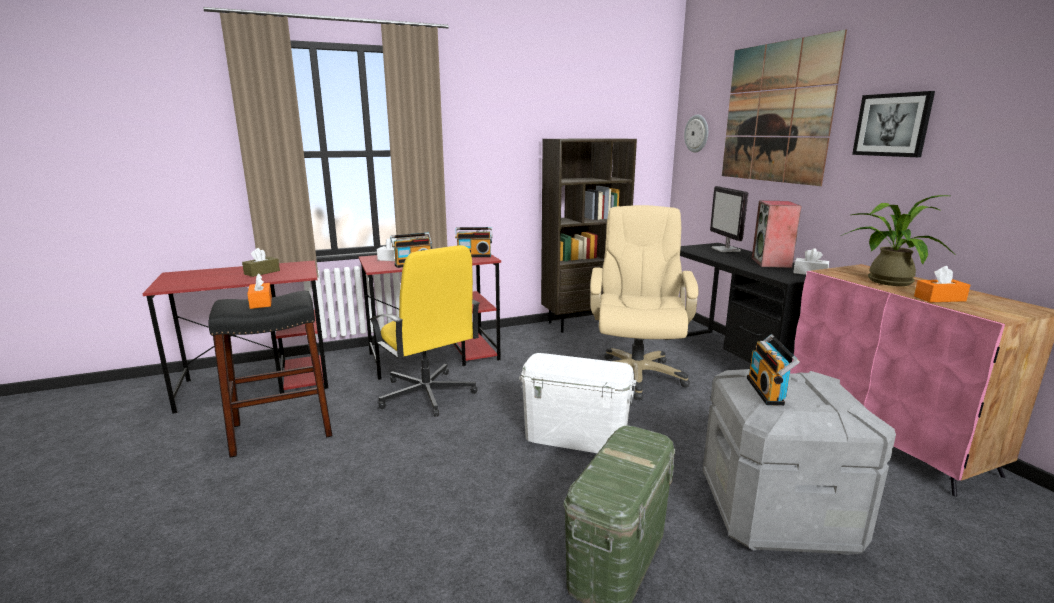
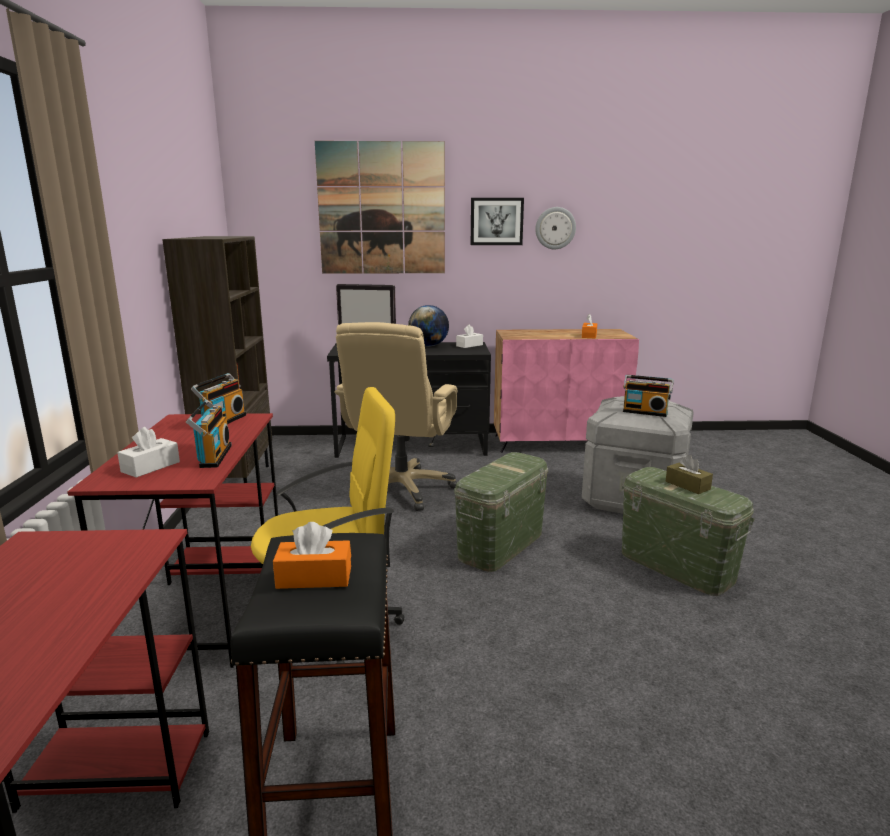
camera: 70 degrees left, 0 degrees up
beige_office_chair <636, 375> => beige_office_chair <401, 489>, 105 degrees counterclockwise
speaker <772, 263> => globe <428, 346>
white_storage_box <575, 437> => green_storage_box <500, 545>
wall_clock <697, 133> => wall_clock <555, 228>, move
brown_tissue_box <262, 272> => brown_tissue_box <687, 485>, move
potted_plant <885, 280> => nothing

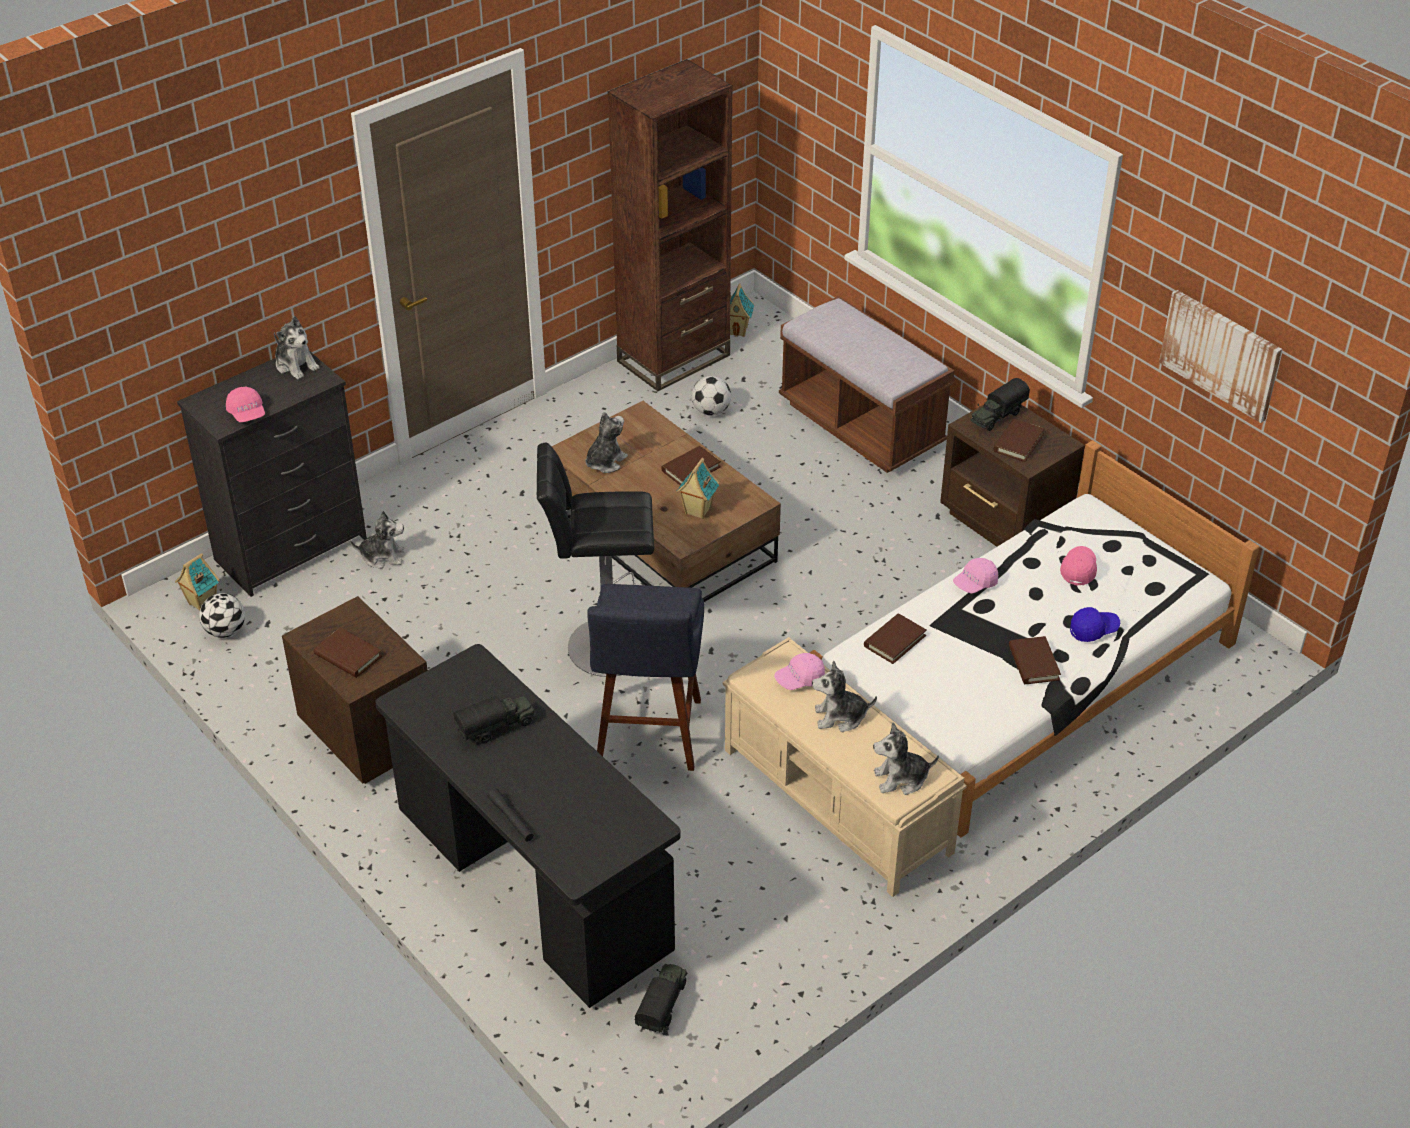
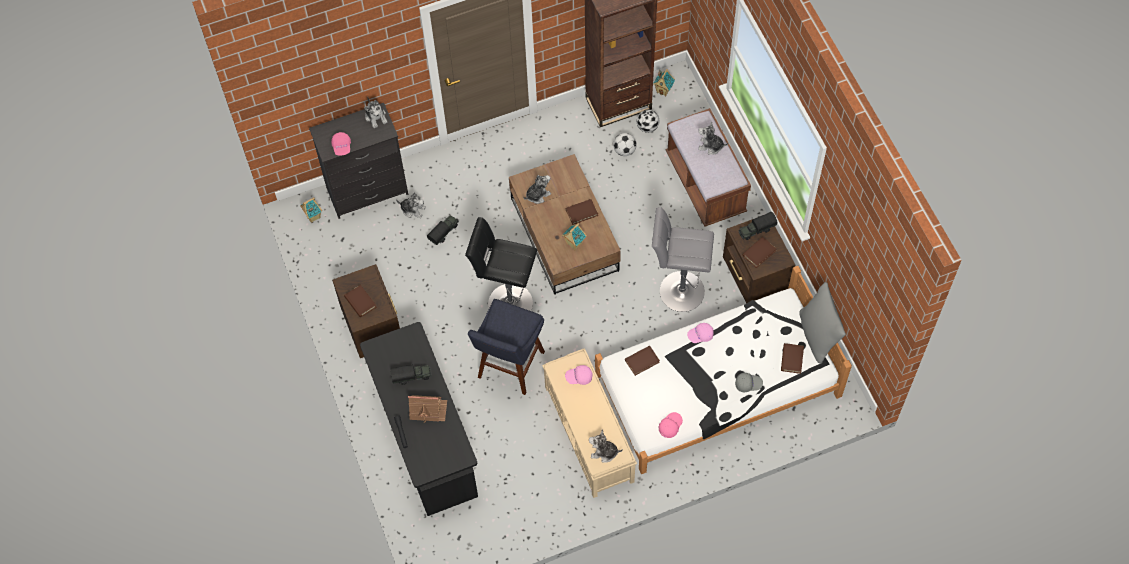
camera: 20 degrees right, 20 degrees up
nothing => toy_house <428, 409>
toy_truck <663, 1005> => toy_truck <444, 232>, move
football <225, 631> => football <647, 127>, move
nothing => grey_stool <678, 291>
pink_cap <1078, 570> => pink_cap <670, 426>, move
plush_toy <840, 717> => plush_toy <711, 146>, move
blue_cap <1093, 630> => grey_cap <748, 384>
brown_book <1033, 663> => brown_book <792, 359>, move
nothing => grey_pillow <818, 336>
picture <1221, 354> => nothing

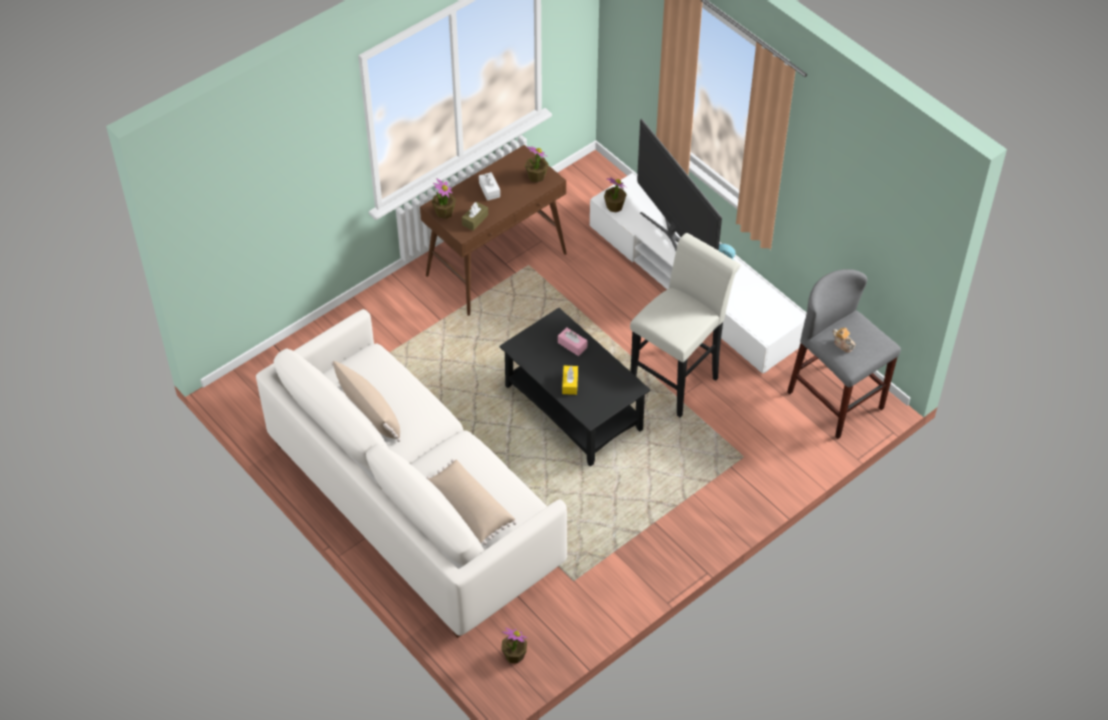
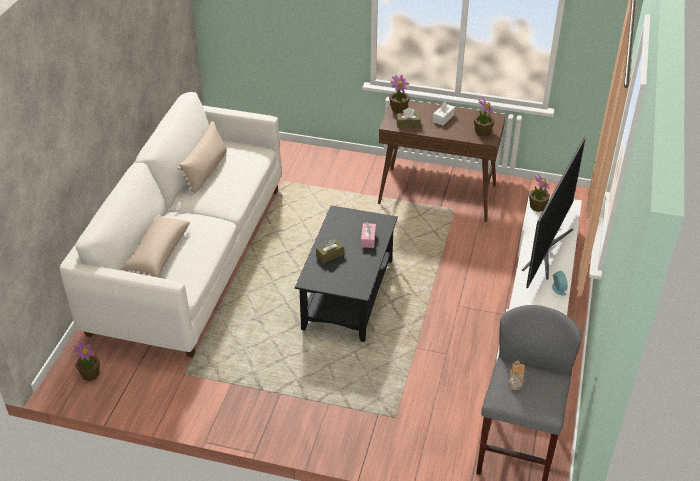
camera: 55 degrees right, 10 degrees down
yellow_tissue_box <570, 383> => brown_tissue_box <330, 255>
white_stool <678, 378> => nothing

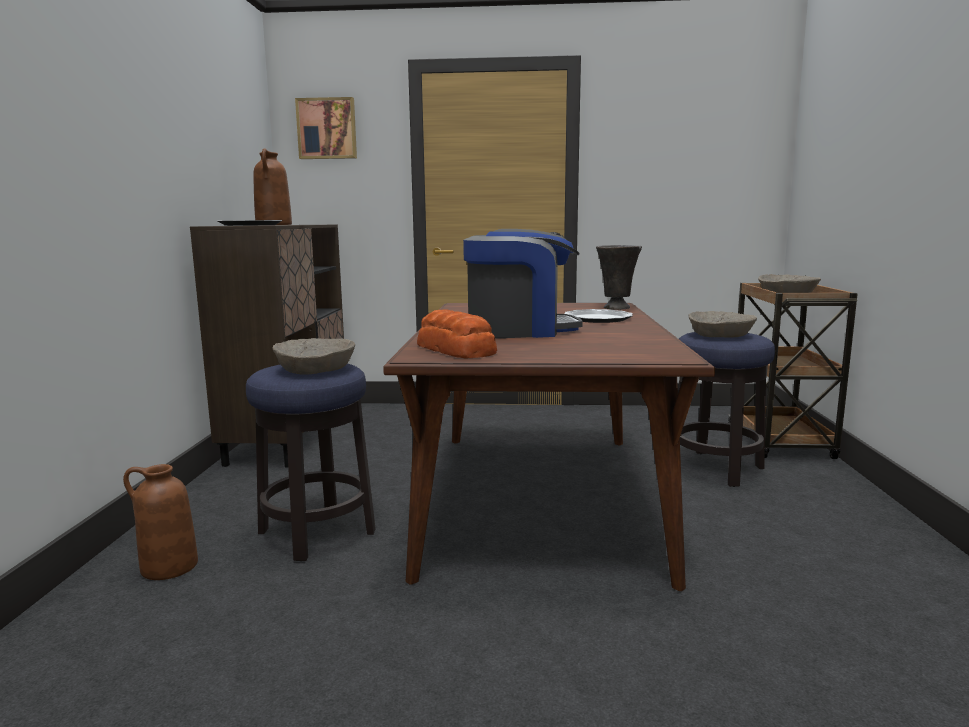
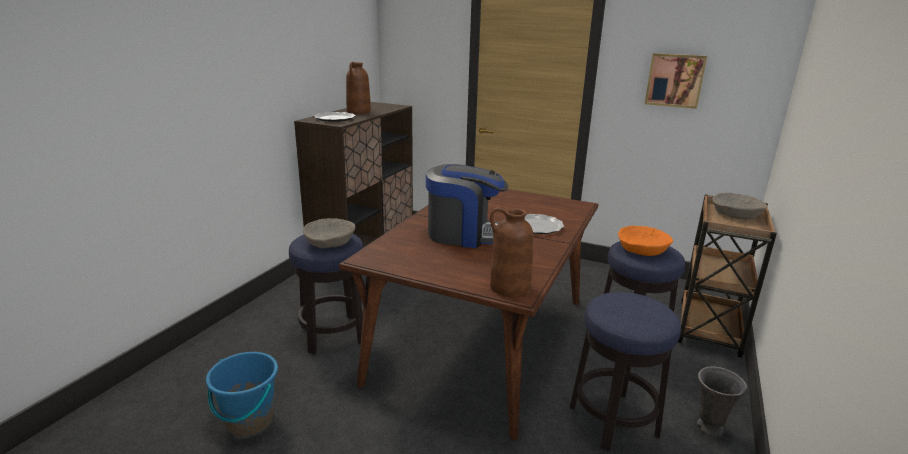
camera: 20 degrees right, 10 degrees up
nothing => blue_bucket <249, 421>
brown_vase <168, 567> => brown_vase <509, 287>, move
nothing => stool <613, 421>
beige_bowl <721, 335> => orange_bowl <643, 249>
picture <327, 129> => picture <675, 80>, move
grey_vase <616, 308> => grey_vase <709, 428>, move
bread <456, 350> => nothing

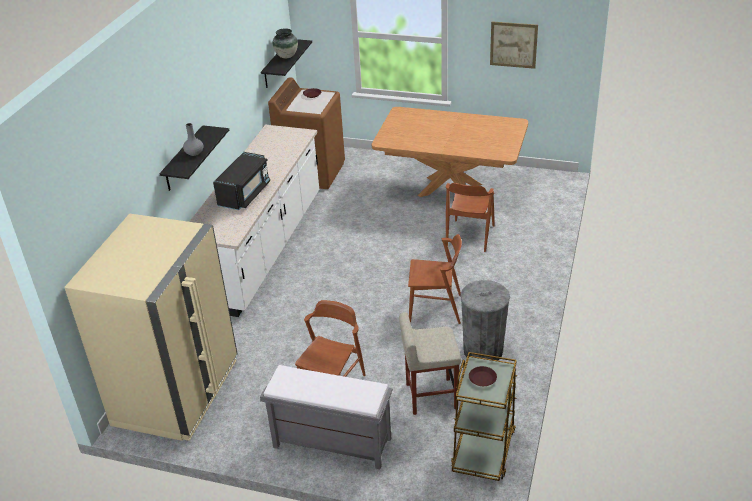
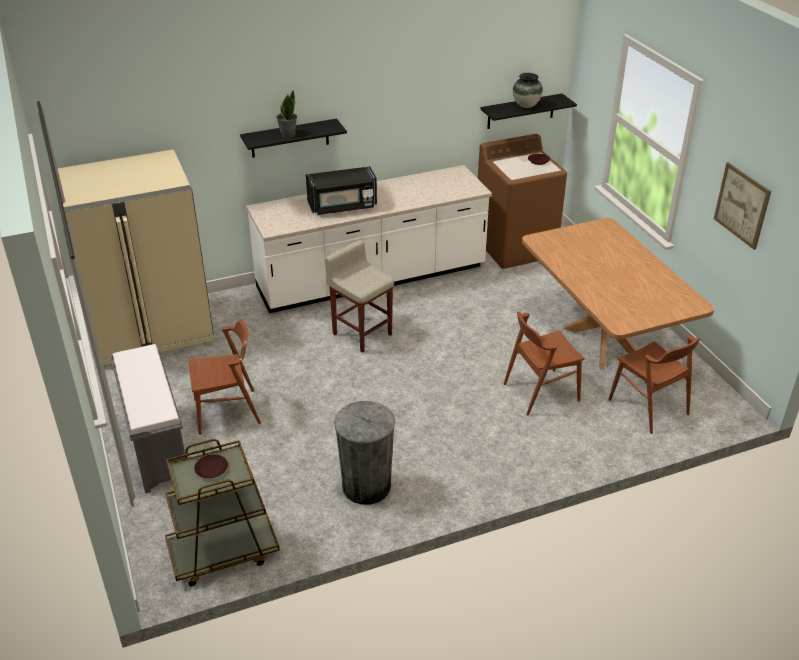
camera: 50 degrees right, 0 degrees up
grey_vase <194, 153> => potted_plant <287, 134>
beige_stool <430, 396> => beige_stool <361, 334>, move
brown_chair <435, 308> => brown_chair <648, 407>, move

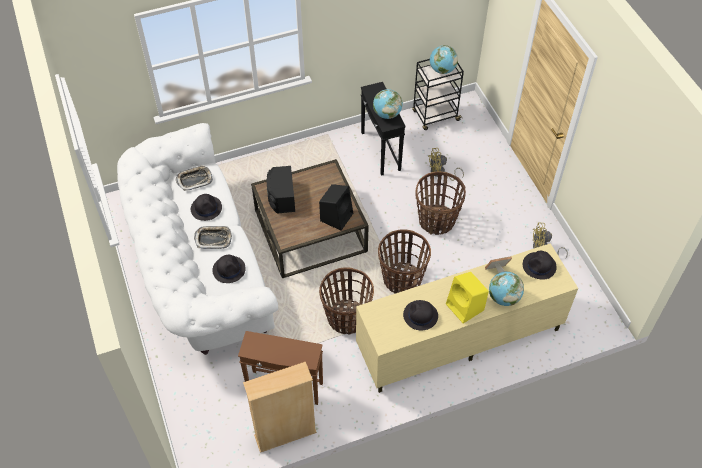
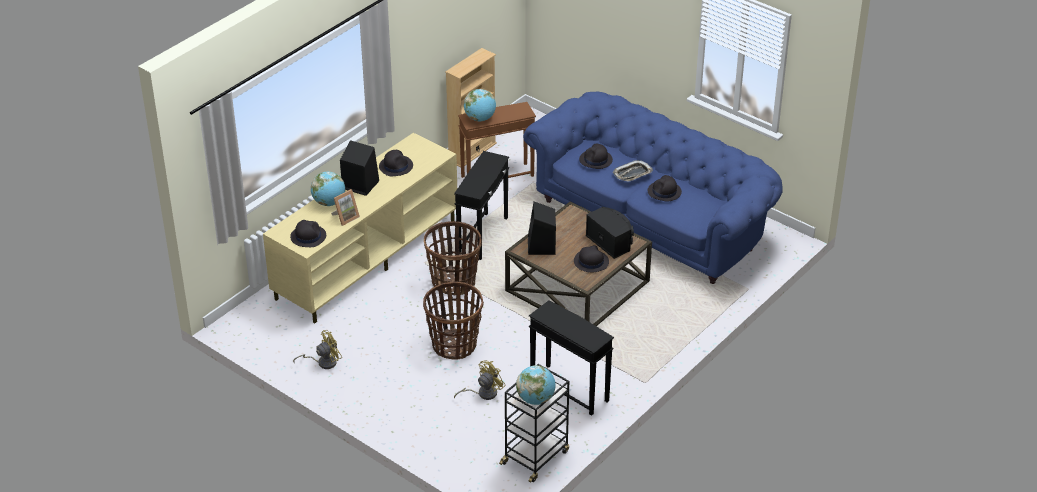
camera: 150 degrees right, 15 degrees down
yellow_speaker <465, 307> => black_speaker <359, 184>
basket <346, 317> => black_side_table <483, 236>
globe <387, 114> => globe <480, 118>, move
white_sofa <199, 267> => blue_sofa <653, 220>
nothing => black_hat <591, 261>
tray <194, 180> => nothing

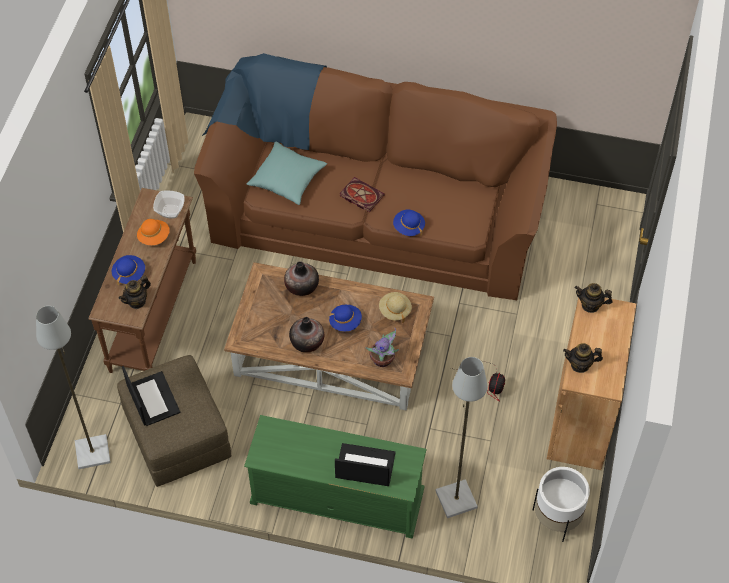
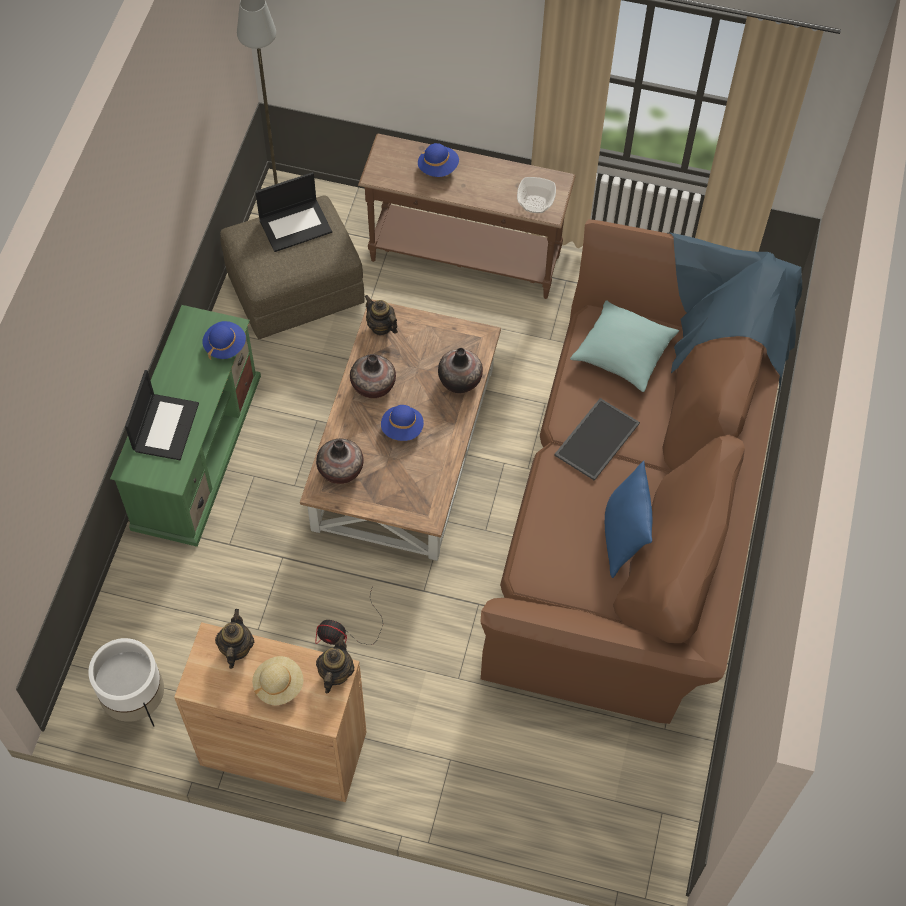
camera: 90 degrees right, 5 degrees up
blue_hat <408, 227> => blue_hat <225, 346>, move
beige_hat <395, 310> => beige_hat <278, 685>, move
potted_plant <383, 360> => vase <340, 470>
teapot <137, 301> => teapot <381, 326>, move
book <360, 195> => tray <596, 438>
nothing => blue_pillow <623, 538>
orange_hat <154, 237> => nothing
grey_floor_lamp <456, 500> => nothing

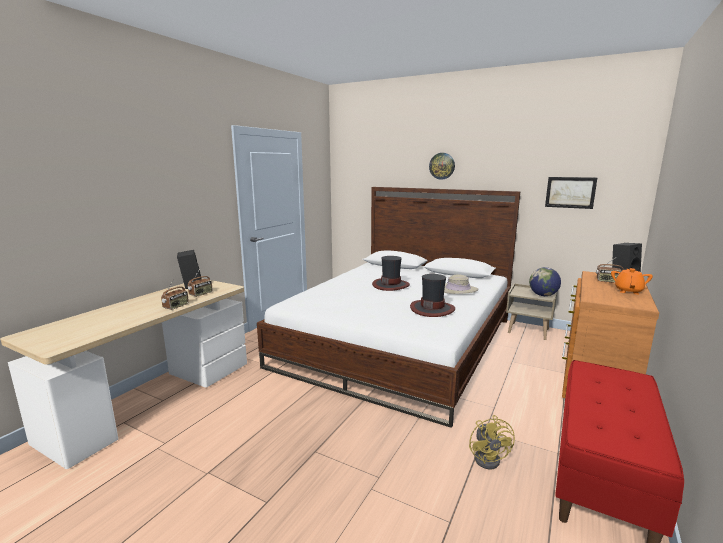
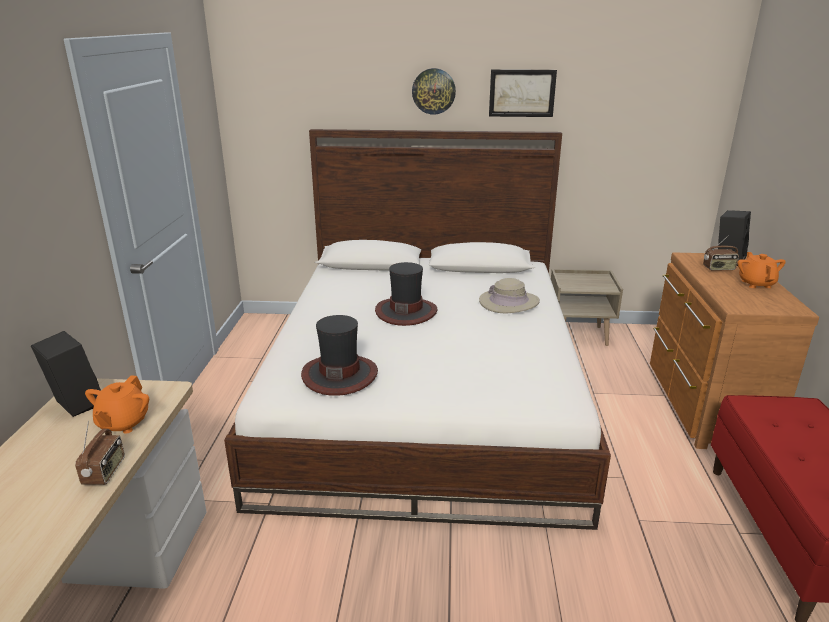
camera: 25 degrees left, 10 degrees up
radio <201, 294> => orange_teapot <123, 423>
hat <432, 309> => hat <339, 375>, move
picture <570, 192> => picture <522, 93>, move
yellow_fan <489, 458> => nothing
globe <543, 295> => nothing

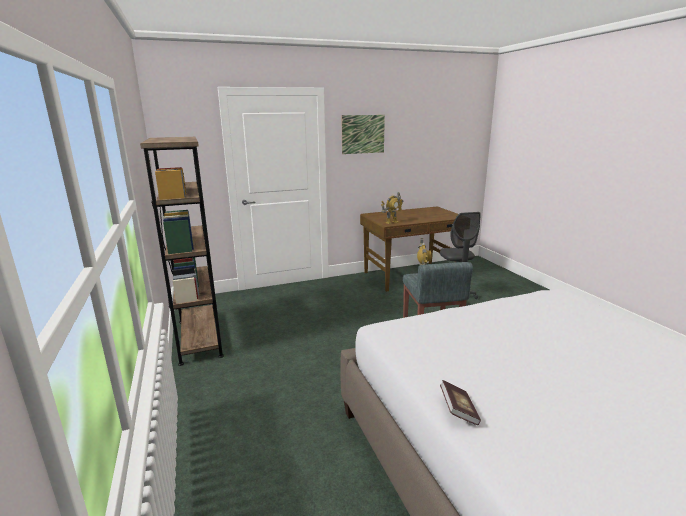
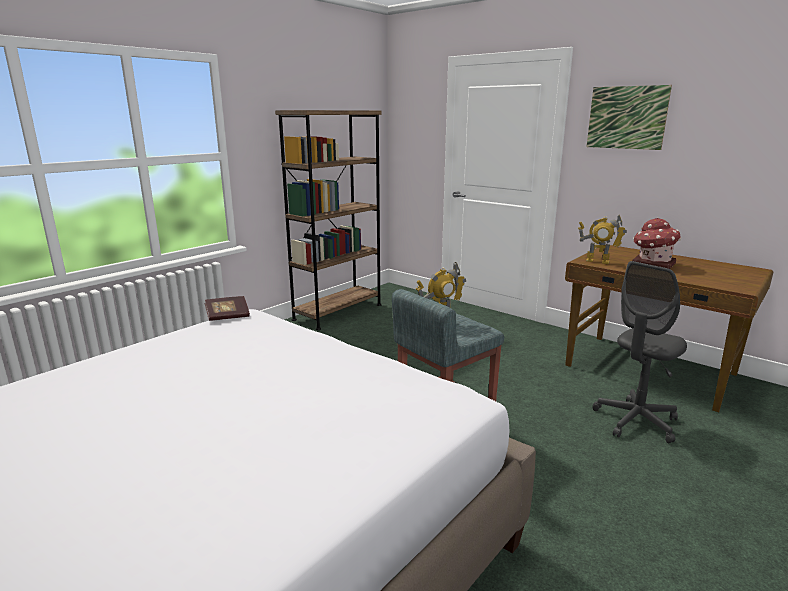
camera: 60 degrees right, 0 degrees up
book <458, 411> => book <228, 316>, move
nothing => toy_house <652, 264>

